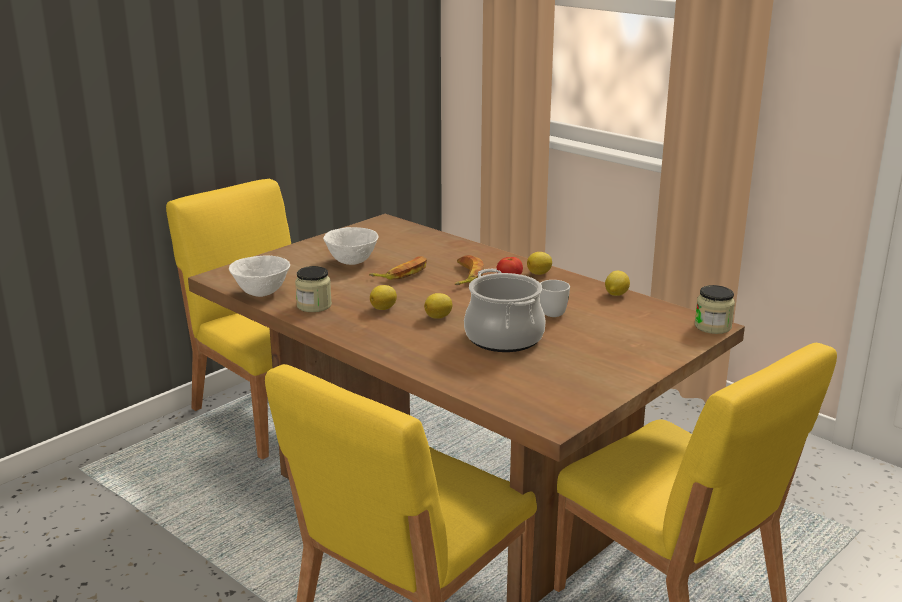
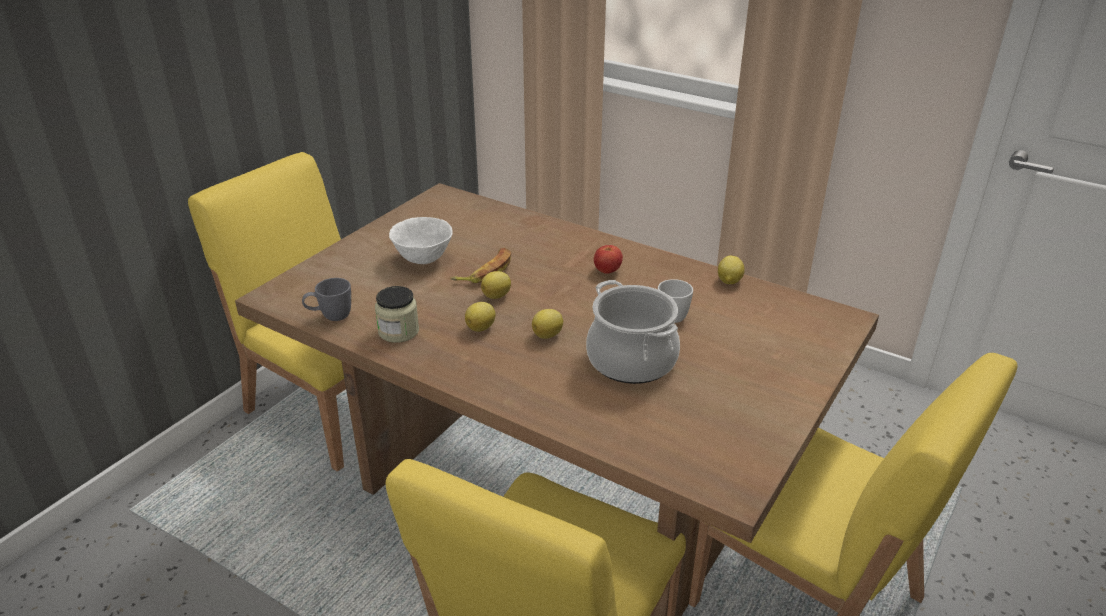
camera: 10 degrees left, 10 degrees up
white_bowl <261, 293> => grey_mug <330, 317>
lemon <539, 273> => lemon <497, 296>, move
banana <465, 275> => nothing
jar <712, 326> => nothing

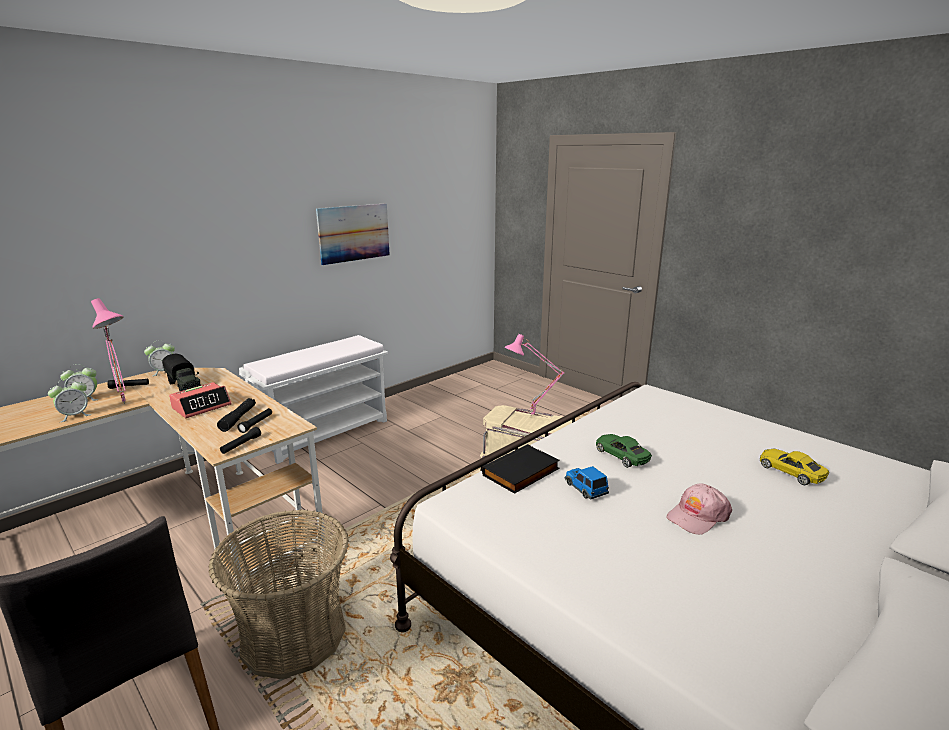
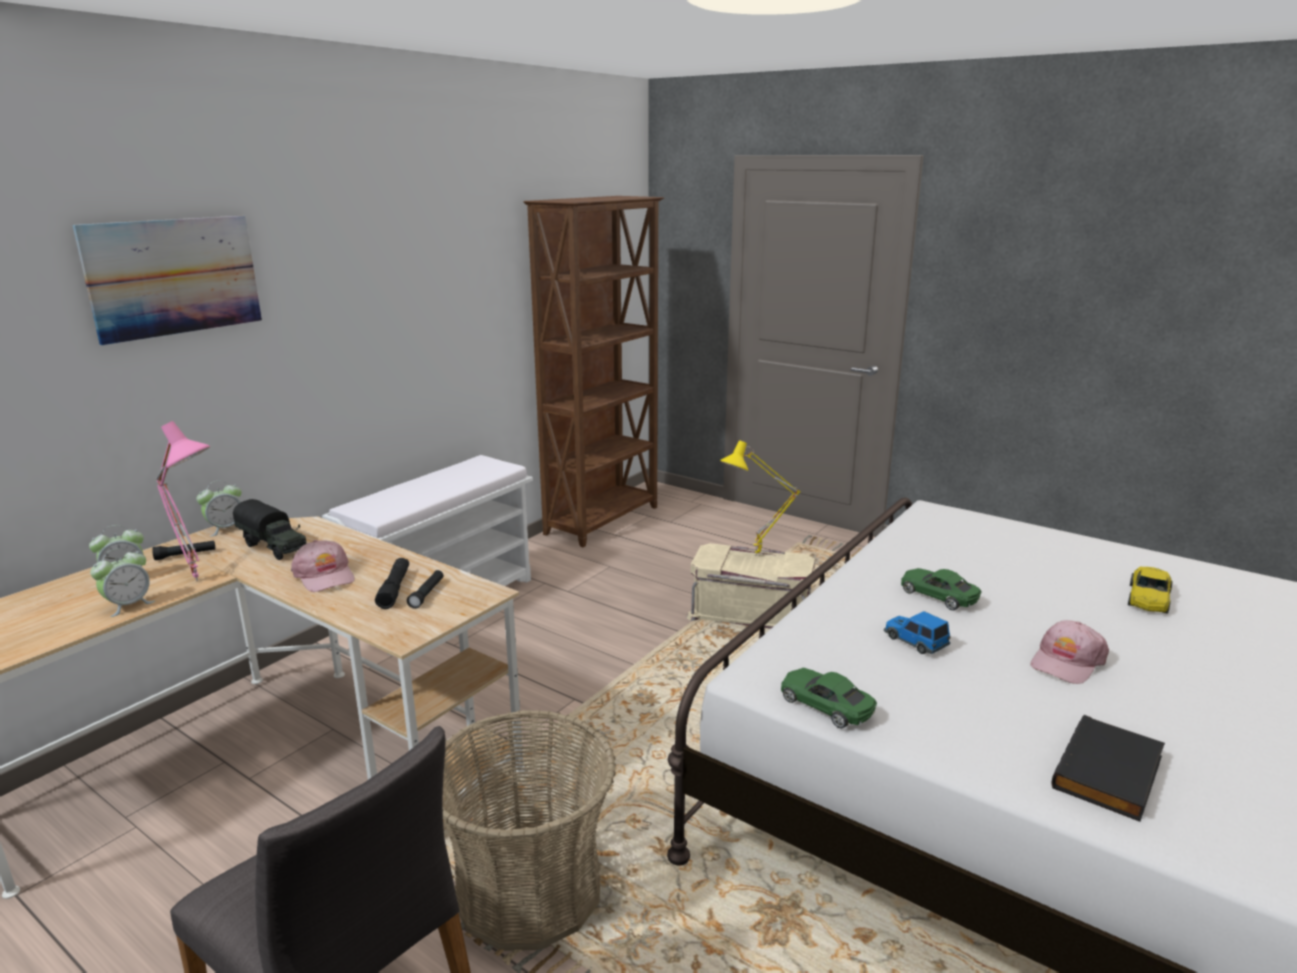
camera: 10 degrees left, 0 degrees up
picture <354, 233> => picture <174, 277>, move
alarm_clock <202, 406> => pink_cap <325, 575>
nothing => brown_bookcase <604, 520>
pink_table_lamp <532, 416> => yellow_table_lamp <758, 556>
nothing => green_toy_car <826, 706>
black_book <522, 473> => black_book <1110, 774>, move
yellow_toy_car <791, 472> => yellow_toy_car <1148, 598>, 105 degrees counterclockwise
black_flashlight <241, 445> => nothing

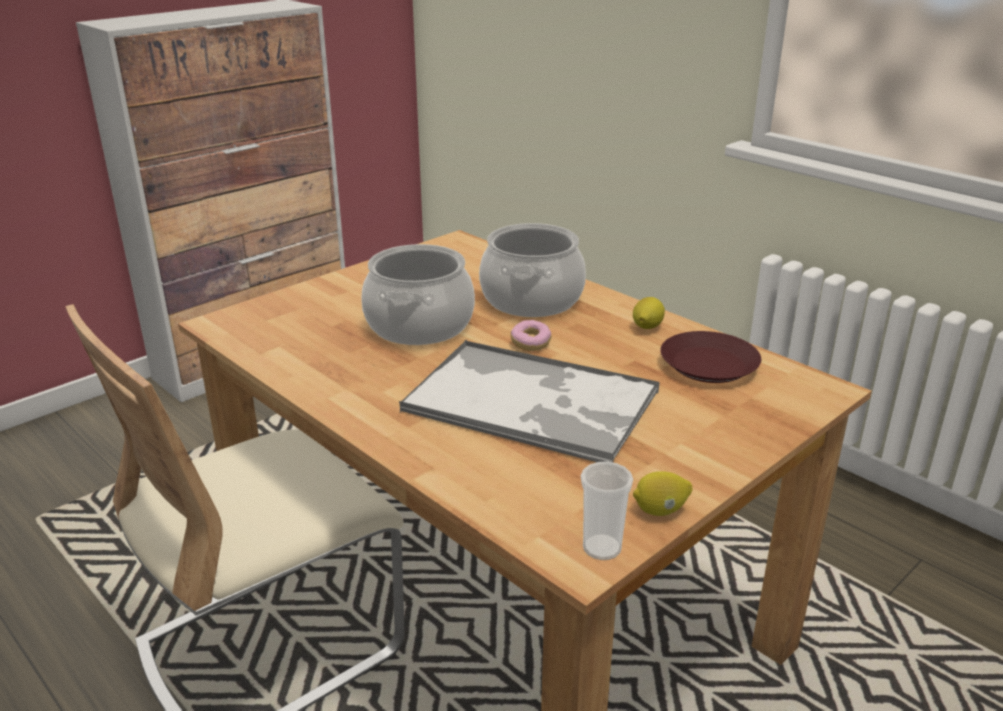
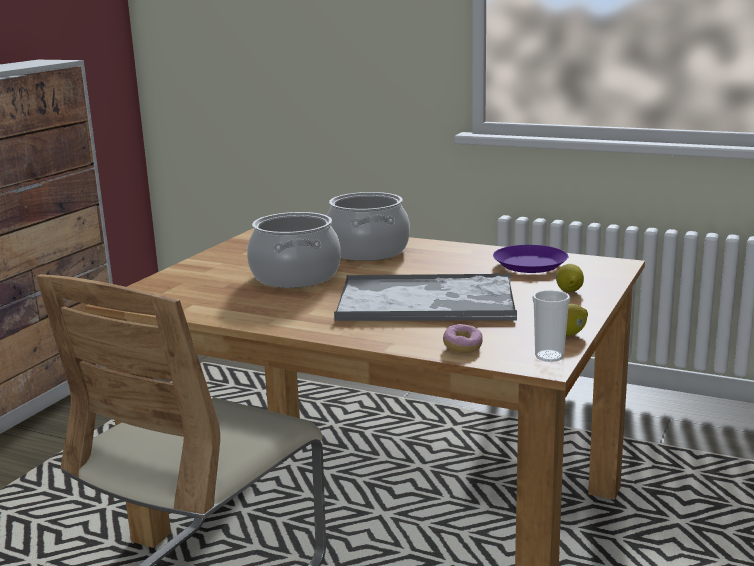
camera: 20 degrees left, 10 degrees down
donut <530, 344> => donut <462, 347>, move
brown_plate <708, 365> => purple_plate <530, 265>
lemon <646, 327> => lemon <569, 291>, move

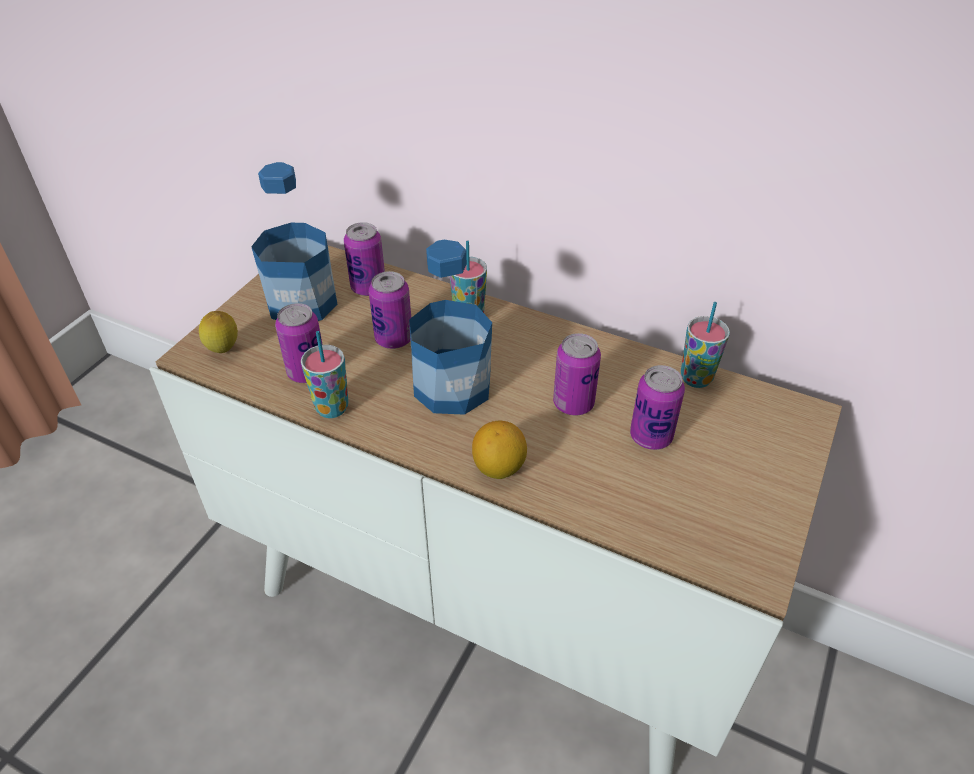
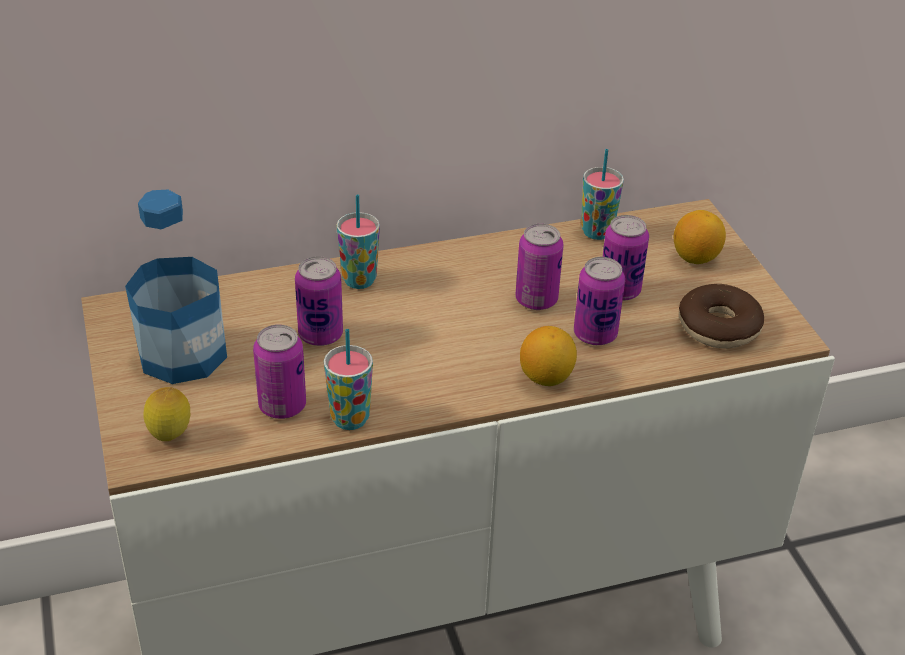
camera: 45 degrees left, 5 degrees down
can <368, 287> => can <595, 334>, move
nothing => lemon <695, 258>
nothing => donut <718, 327>
bottle <452, 387> => nothing

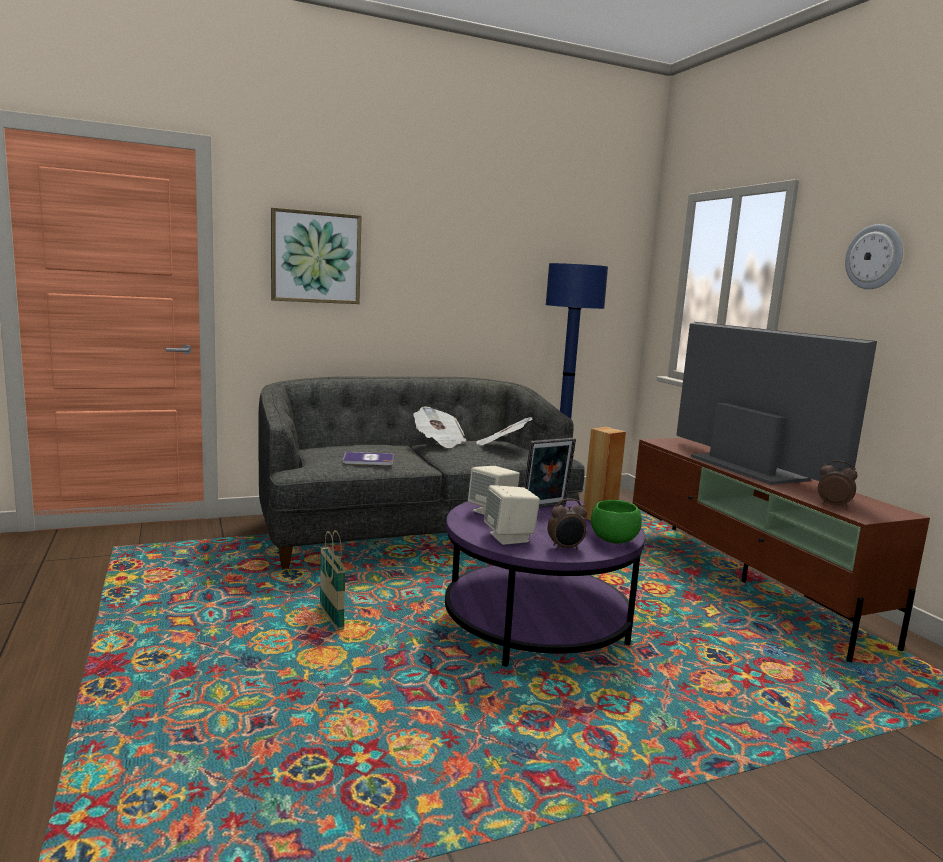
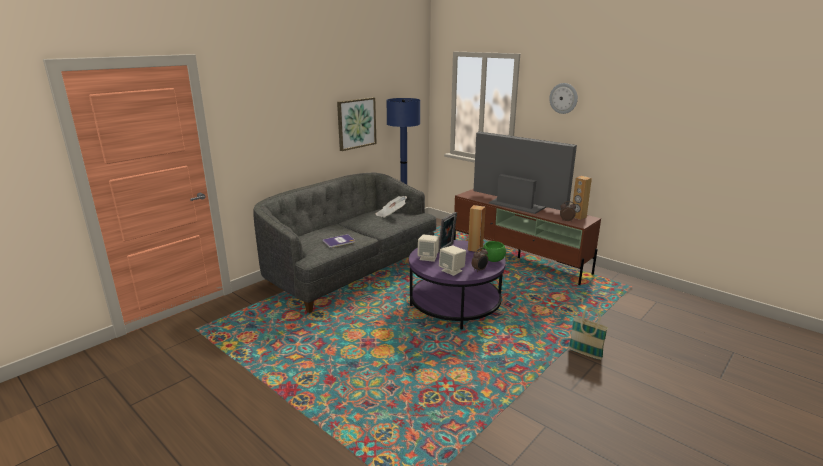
camera: 25 degrees left, 10 degrees up
picture <316, 257> => picture <356, 123>, move
basket <331, 619> => basket <585, 354>, move
nothing => brown_speaker <578, 217>
newspaper <439, 442> => nothing

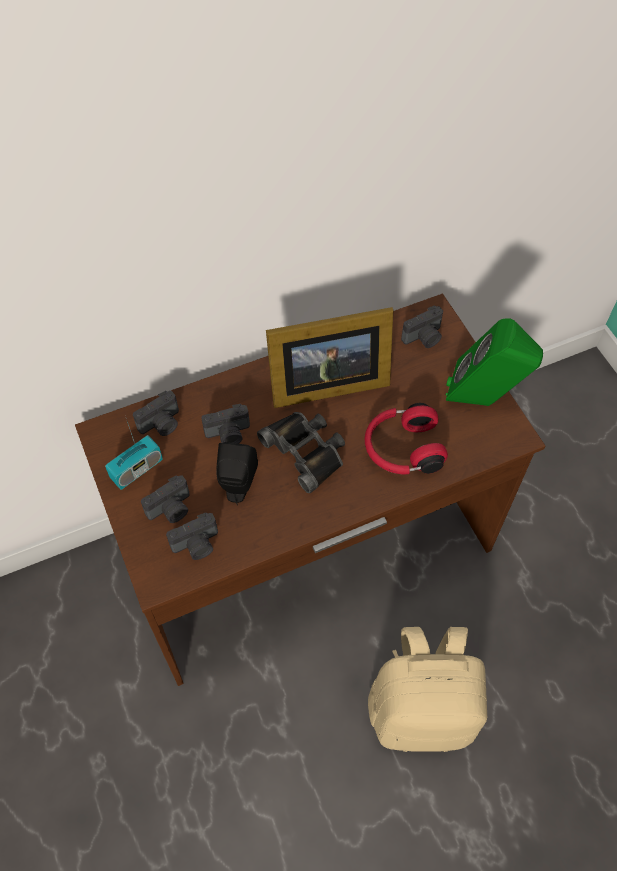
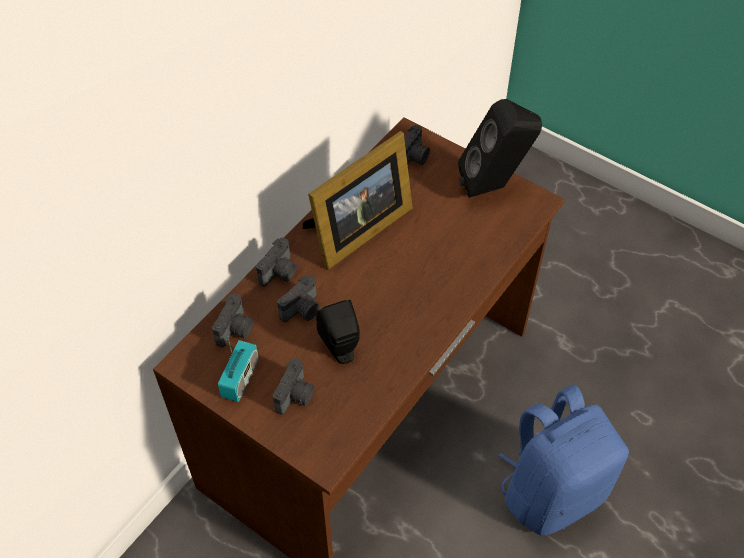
camera: 30 degrees left, 5 degrees down
photo_camera <197, 545> => photo_camera <280, 273>, move
green_speaker <483, 400> => black_speaker <494, 186>
beige_backpack <422, 710> => blue_backpack <552, 491>
black_binoculars <306, 451> => nothing
red_headphones <402, 449> => nothing

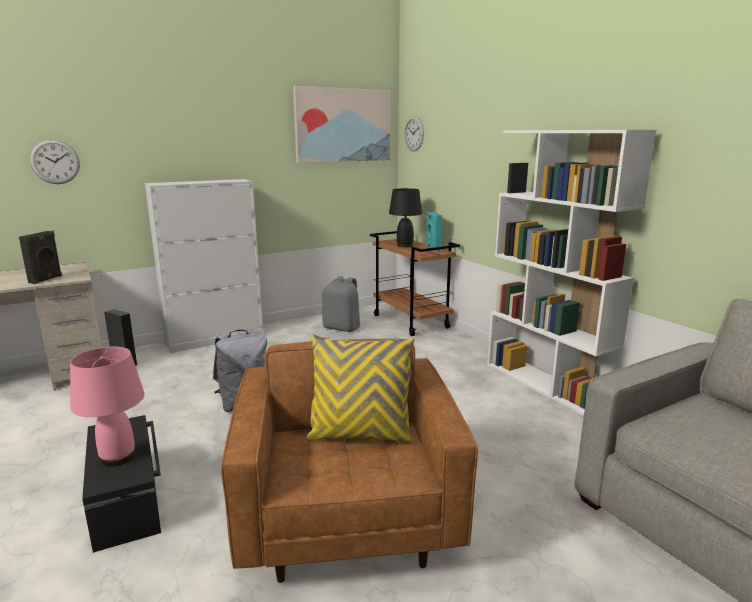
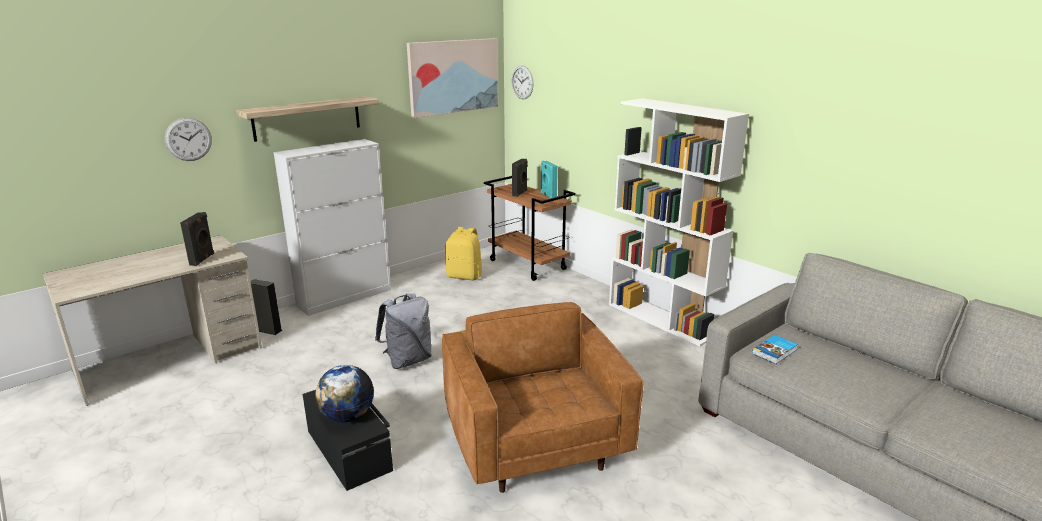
camera: 10 degrees left, 5 degrees up
nothing => shelf <307, 118>
pink_table_lamp <117, 457> => globe <347, 416>
grey_backpack <342, 328> => yellow_backpack <465, 276>
black_table_lamp <404, 245> => black_speaker <520, 193>
nothing => book <775, 352>
yellow_pillow <360, 435> => nothing

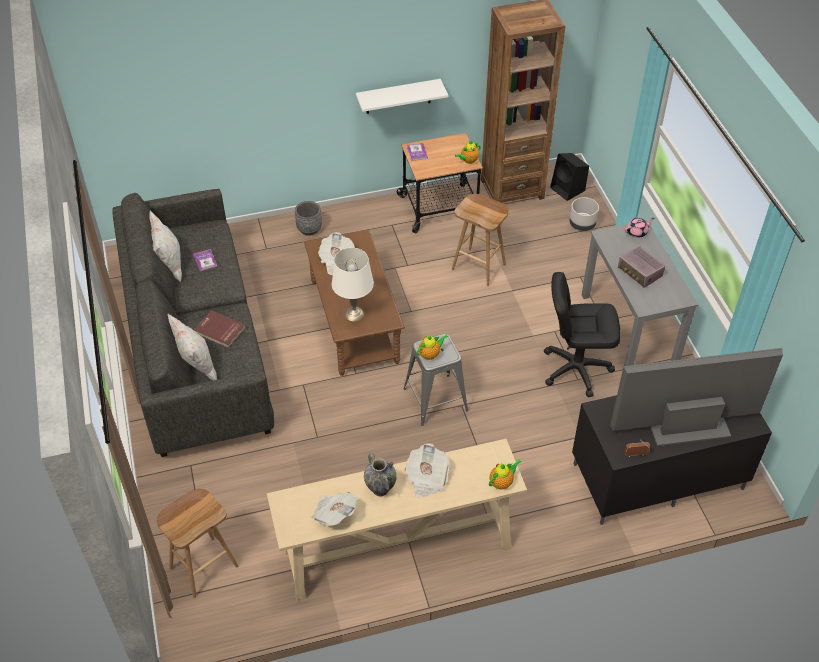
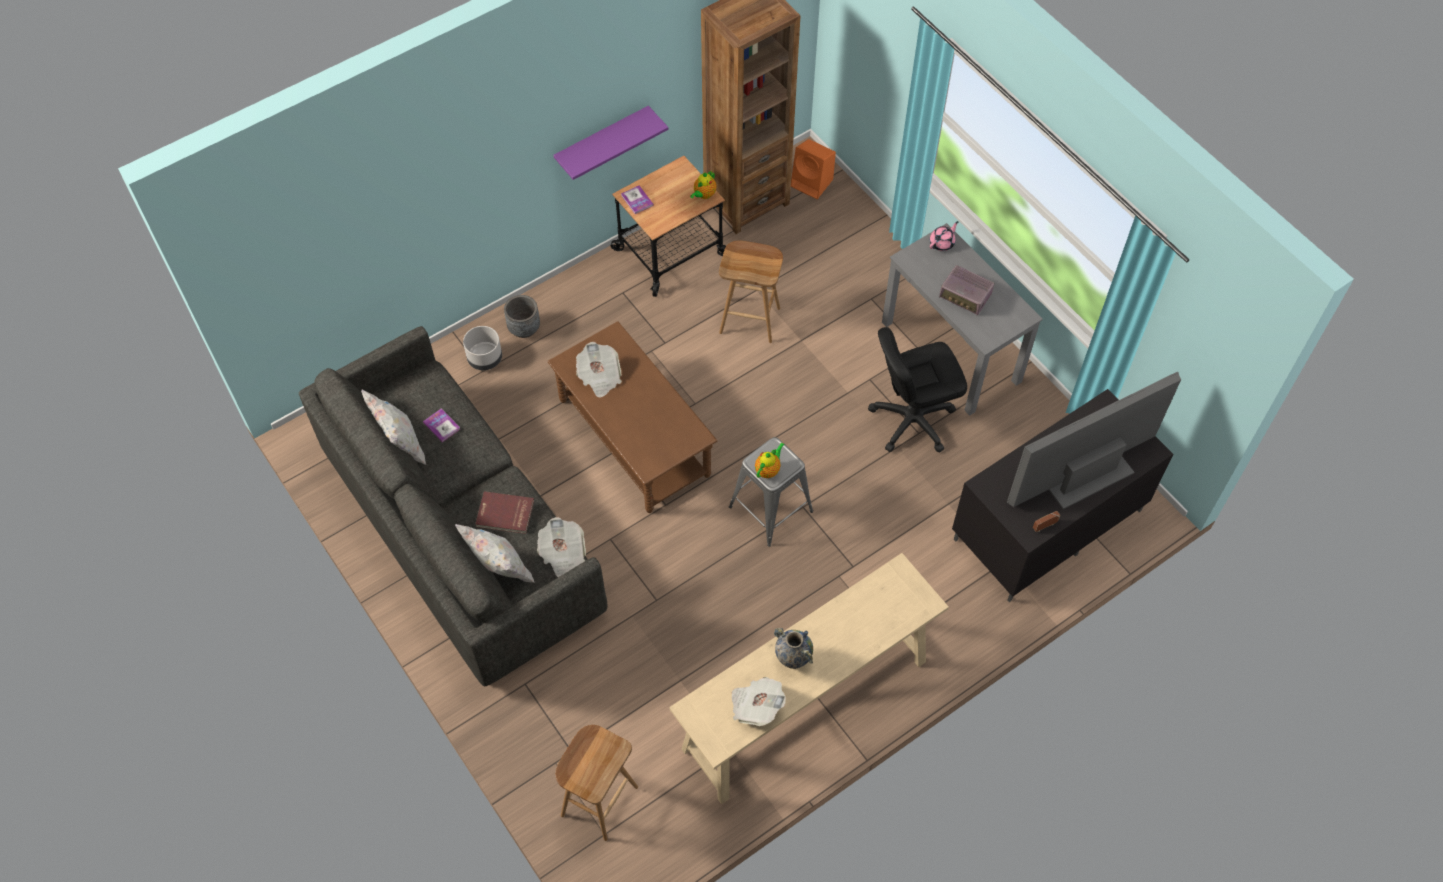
camera: 20 degrees left, 10 degrees up
grey_planter <582, 224> => grey_planter <485, 358>, move
newspaper <426, 478> => newspaper <562, 554>, move
white_shelf <398, 96> => purple_shelf <602, 141>
black_speaker <568, 189> => orange_speaker <813, 183>
white_table_lamp <354, 313> => nothing
teapot <502, 482> => nothing

